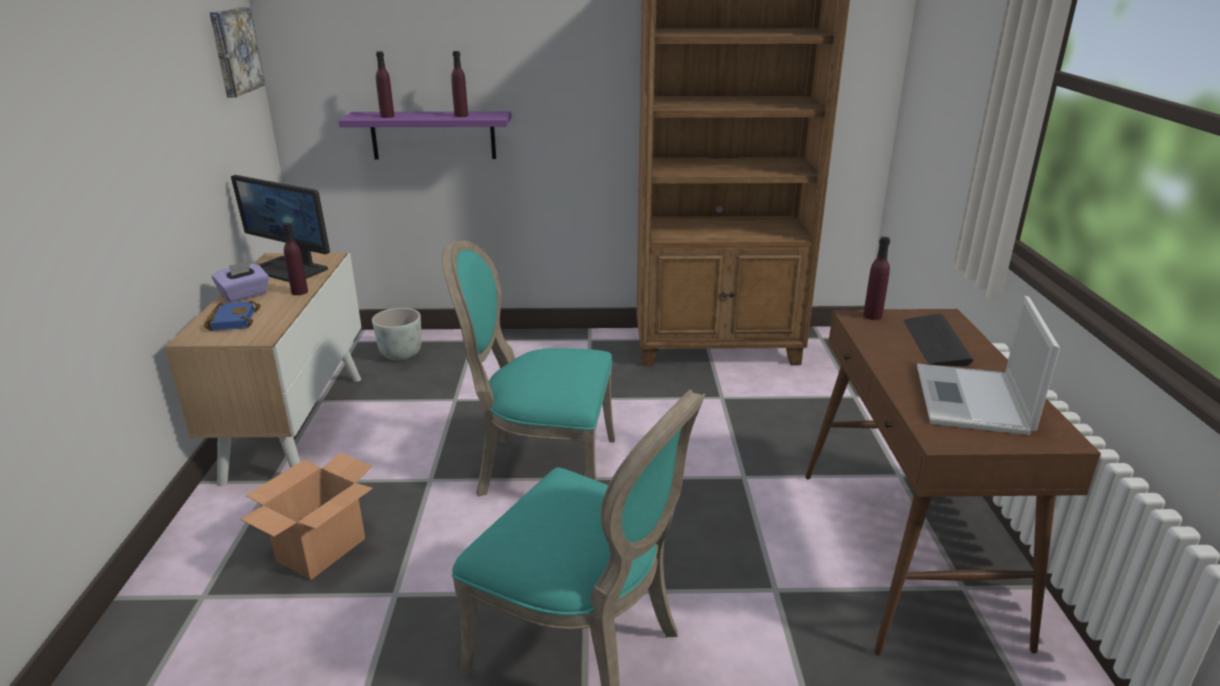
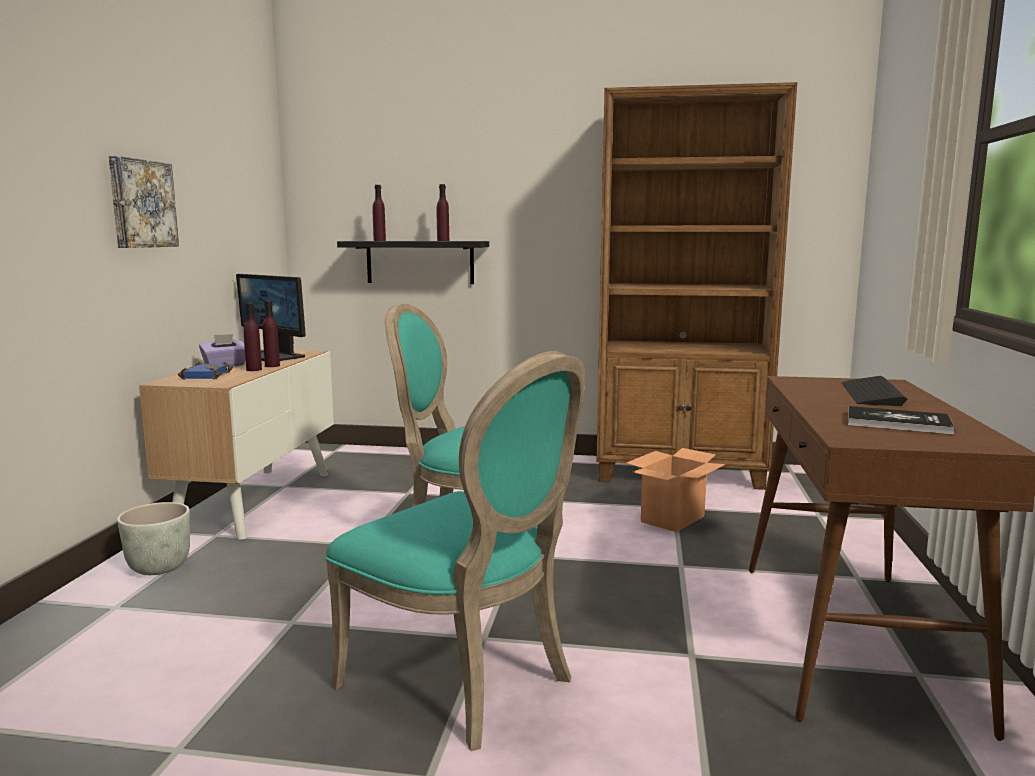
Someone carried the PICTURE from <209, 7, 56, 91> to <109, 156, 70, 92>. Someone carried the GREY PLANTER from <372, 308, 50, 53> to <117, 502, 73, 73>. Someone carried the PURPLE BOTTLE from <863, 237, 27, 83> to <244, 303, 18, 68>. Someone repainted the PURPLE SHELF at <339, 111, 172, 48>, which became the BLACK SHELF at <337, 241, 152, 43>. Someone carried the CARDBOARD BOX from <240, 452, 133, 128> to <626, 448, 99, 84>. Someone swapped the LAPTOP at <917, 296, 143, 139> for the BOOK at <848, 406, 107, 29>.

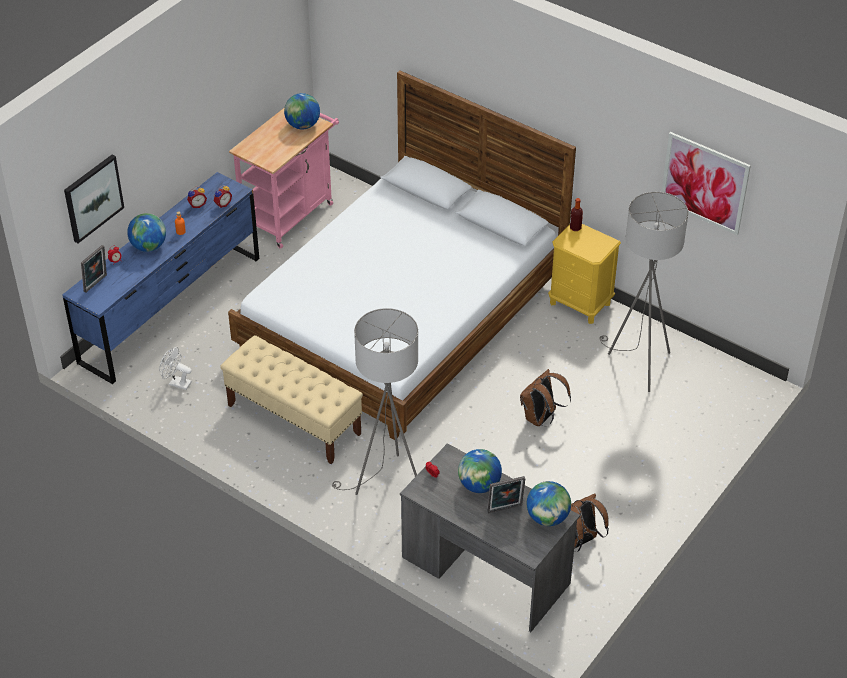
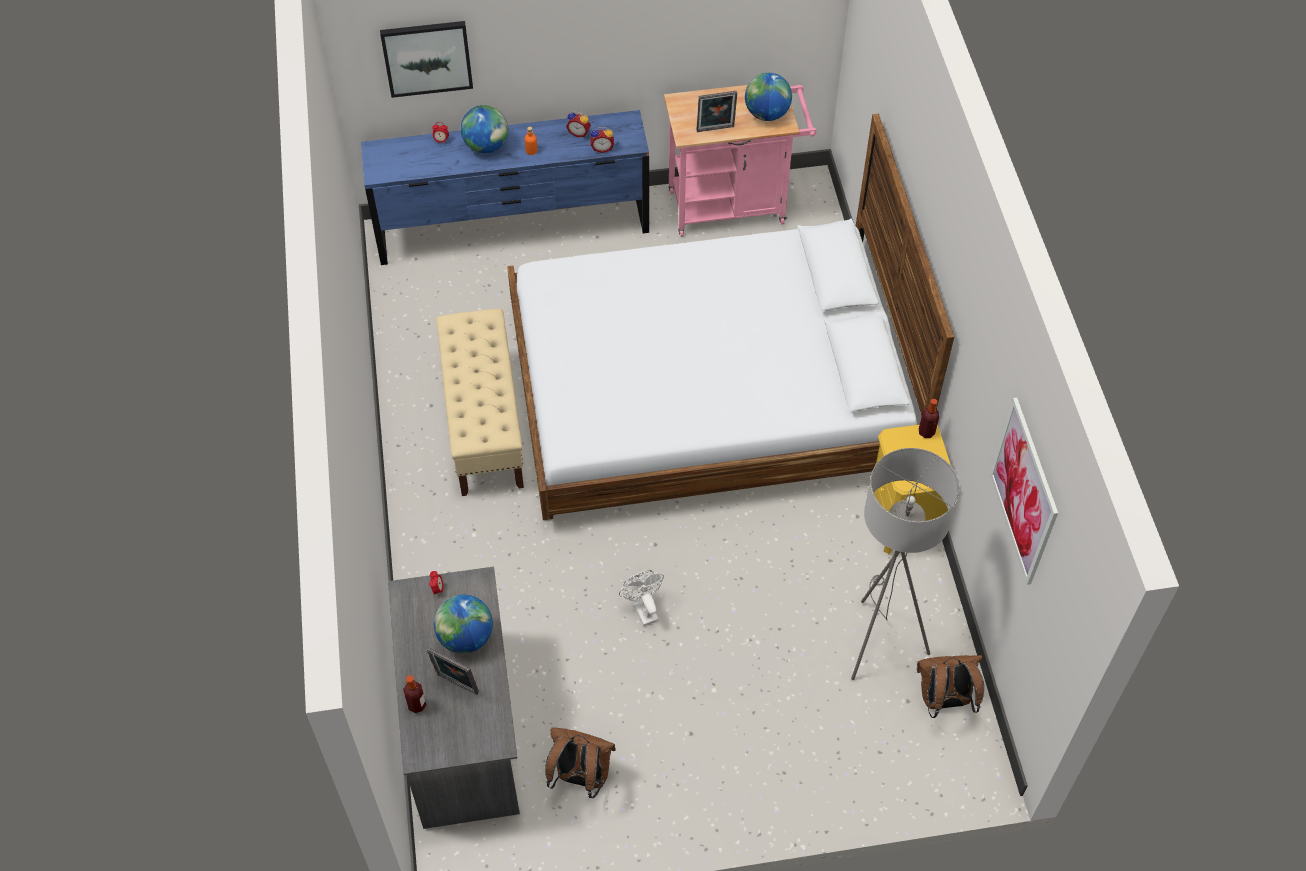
Someone put down the BOTTLE at <403, 675, 23, 38>. Someone carried the WHITE FAN from <159, 347, 33, 43> to <619, 570, 45, 56>. Someone carried the PICTURE FRAME from <81, 245, 26, 48> to <696, 91, 41, 41>. Someone carried the BROWN BACKPACK from <520, 369, 51, 57> to <917, 655, 67, 63>. Someone took away the GREY FLOOR LAMP at <332, 308, 86, 187>. Someone took away the GLOBE at <527, 481, 44, 45>.

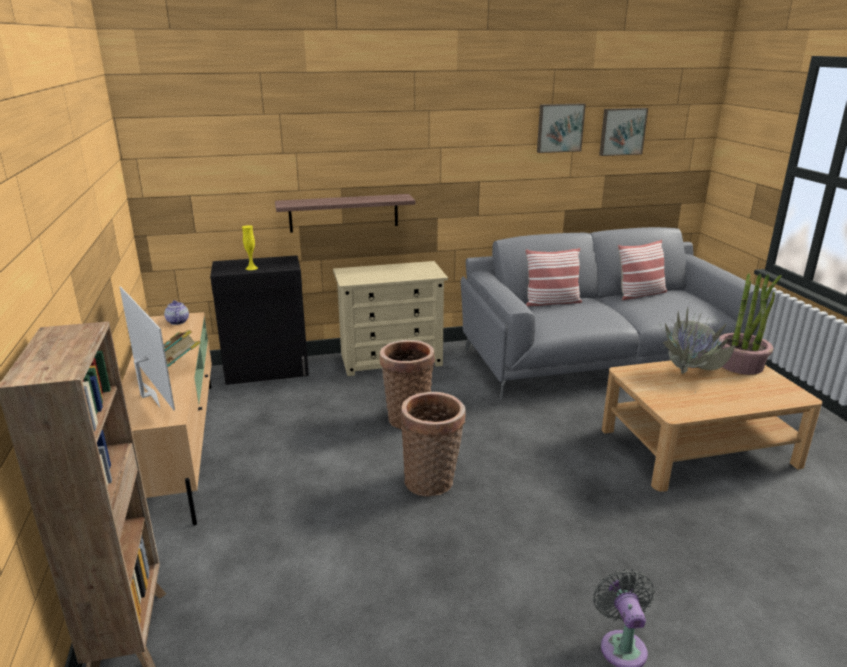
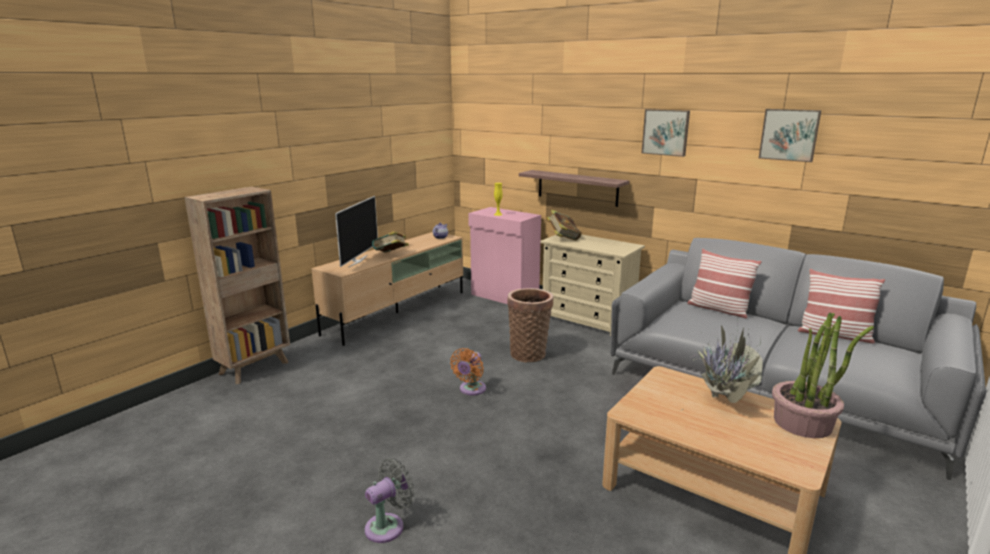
Someone swapped the BASKET at <400, 392, 66, 105> for the ORANGE FAN at <450, 348, 36, 47>. Someone repainted the BLACK CABINET at <210, 255, 99, 130>, which became the PINK CABINET at <468, 207, 73, 97>. Someone put down the BOOK at <546, 210, 35, 30>. Someone carried the PICTURE from <599, 108, 49, 48> to <642, 109, 48, 48>.

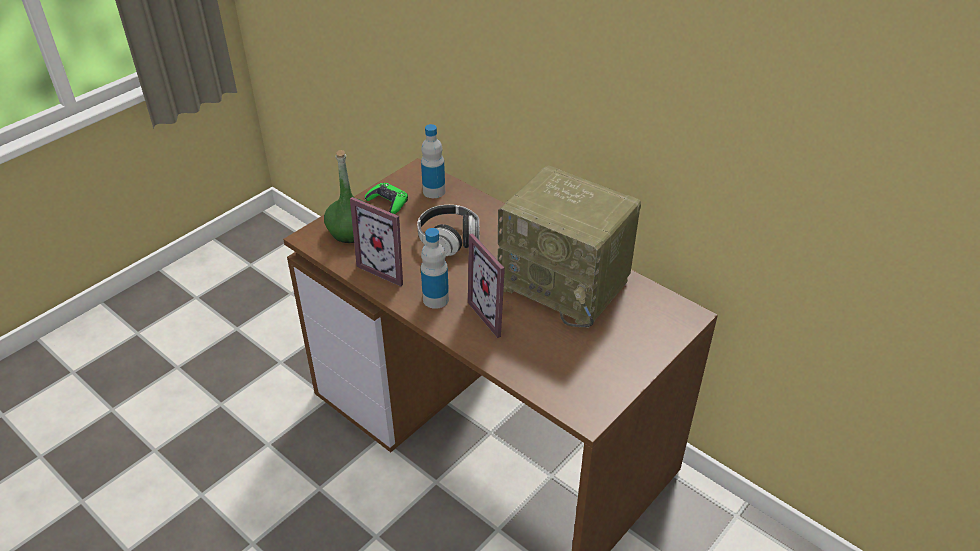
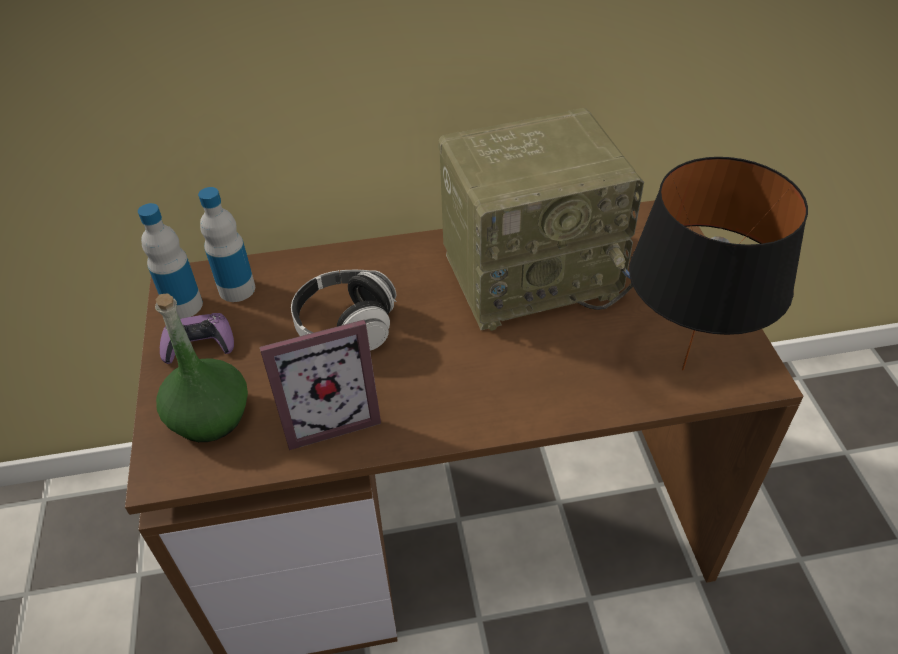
Someone carried the BOTTLE from <421, 228, 28, 81> to <138, 203, 65, 116>. Someone repainted the GREEN GAME CONTROLLER at <365, 183, 43, 31>, which became the PURPLE GAME CONTROLLER at <160, 313, 74, 51>. Someone put down the BLACK TABLE LAMP at <629, 157, 179, 214>. Someone took away the PICTURE FRAME at <468, 233, 43, 105>.

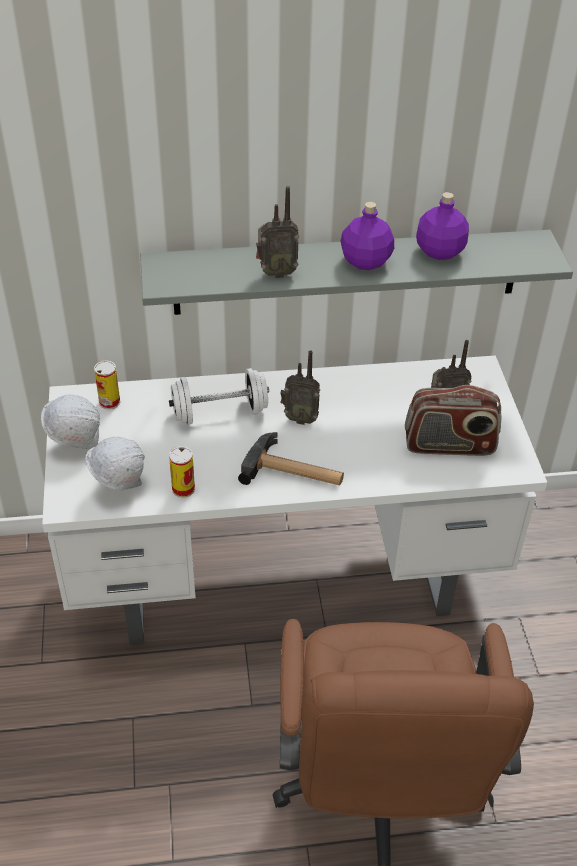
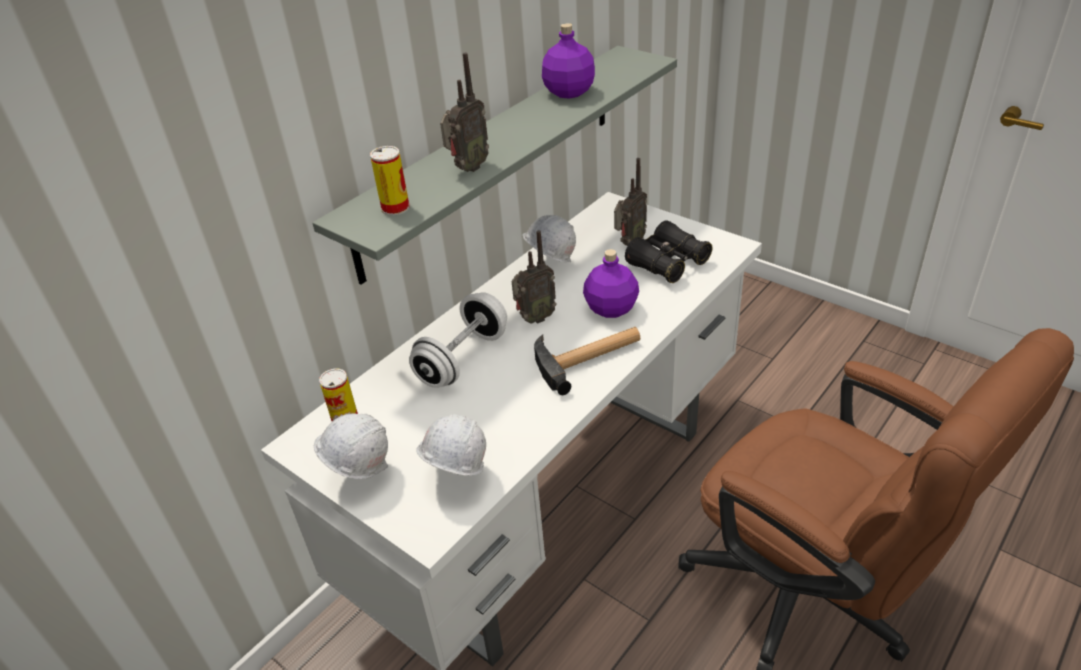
Someone carried the CAN from <169, 446, 26, 52> to <370, 146, 40, 70>. Someone put down the WHITE HARD HAT at <523, 215, 53, 47>. Someone carried the PURPLE BOTTLE from <340, 202, 54, 68> to <583, 249, 56, 69>. Someone swapped the RADIO at <405, 385, 97, 71> for the BLACK BINOCULARS at <625, 221, 87, 62>.

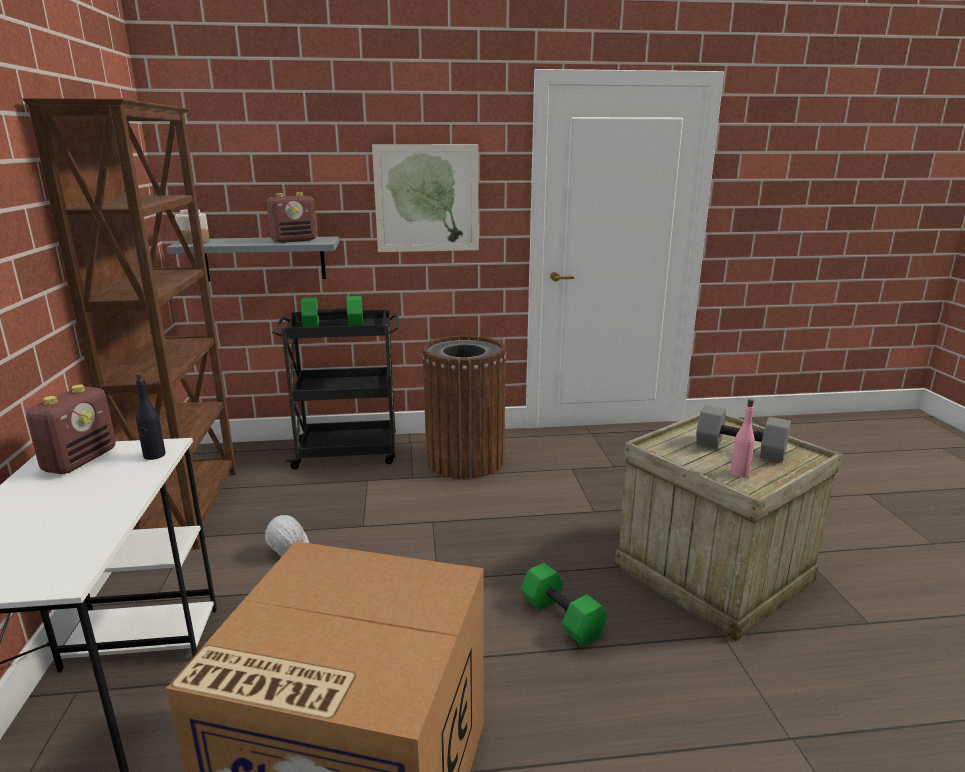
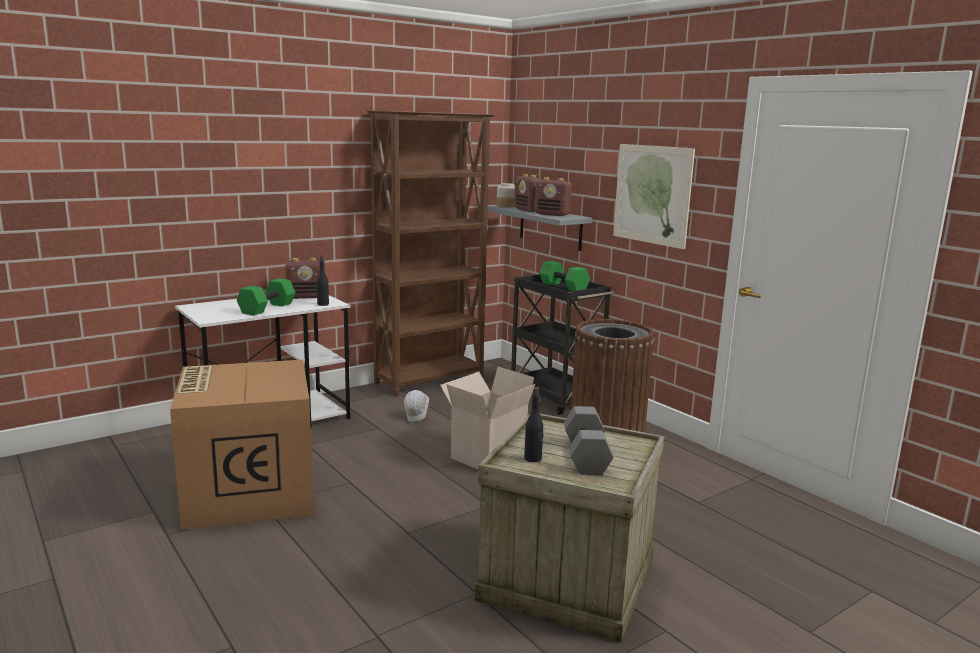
Someone carried the GREEN DUMBBELL from <521, 563, 87, 84> to <237, 278, 58, 37>. Someone put down the CARDBOARD BOX at <440, 367, 95, 102>. Someone put down the RADIO at <514, 174, 28, 38>. Someone repainted the PINK BOTTLE at <730, 399, 25, 79>, which became the BLACK BOTTLE at <524, 387, 20, 75>.

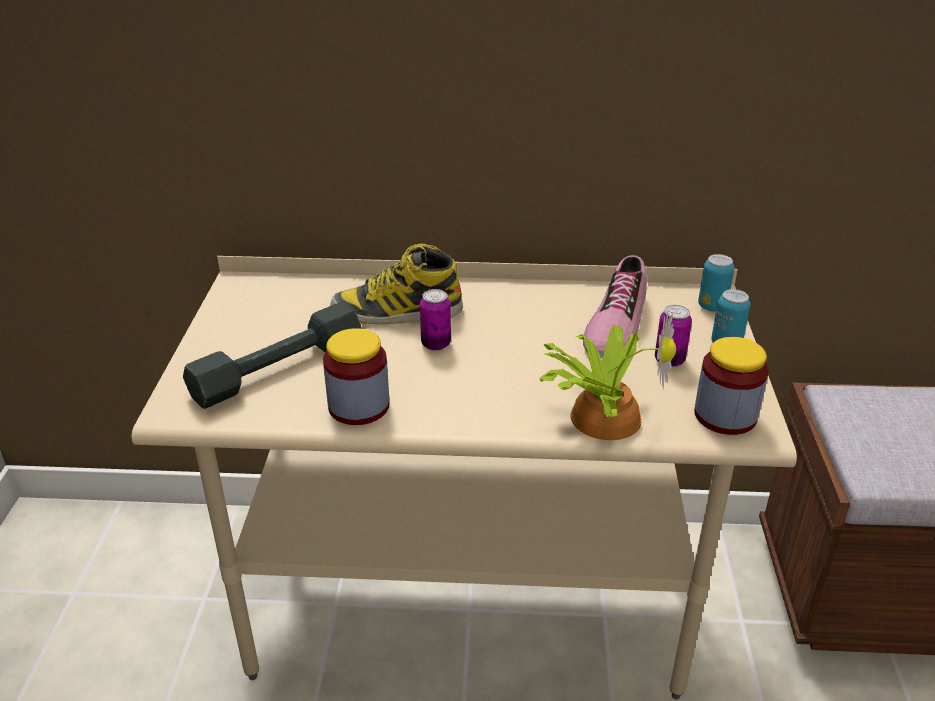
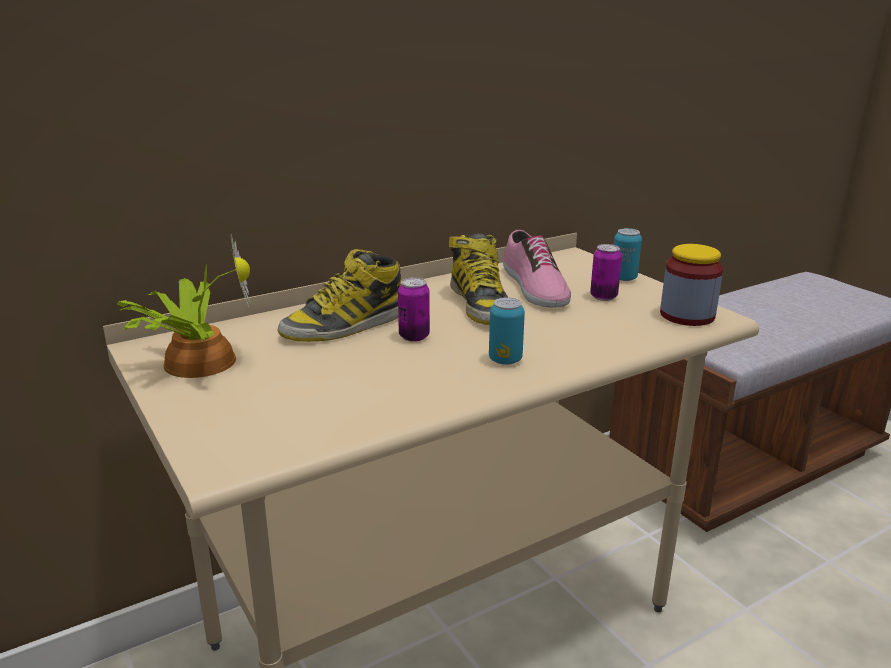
Someone carried the POTTED PLANT from <540, 312, 136, 128> to <116, 234, 134, 144>. Someone put down the BOOT at <449, 233, 59, 92>. Someone carried the CAN from <698, 254, 37, 57> to <489, 297, 36, 68>. Someone took away the GREY DUMBBELL at <183, 302, 179, 107>. Someone took away the JAR at <323, 328, 66, 97>.

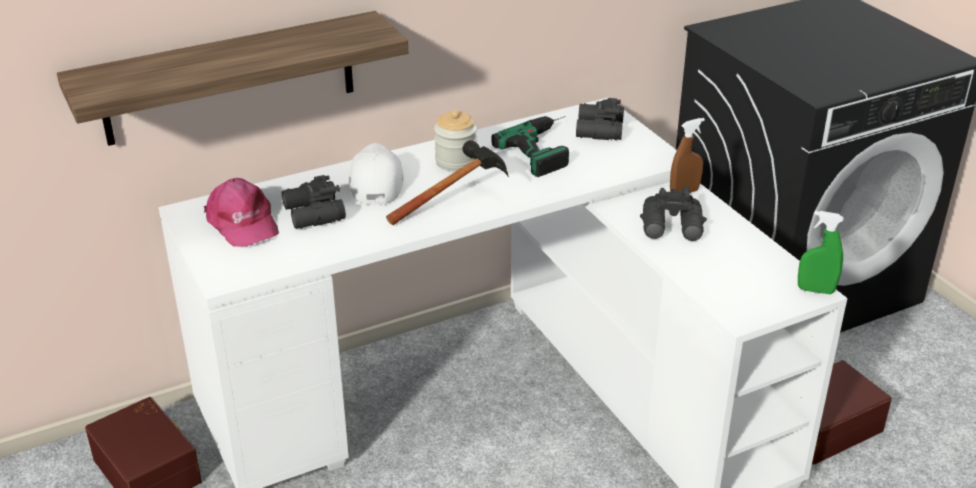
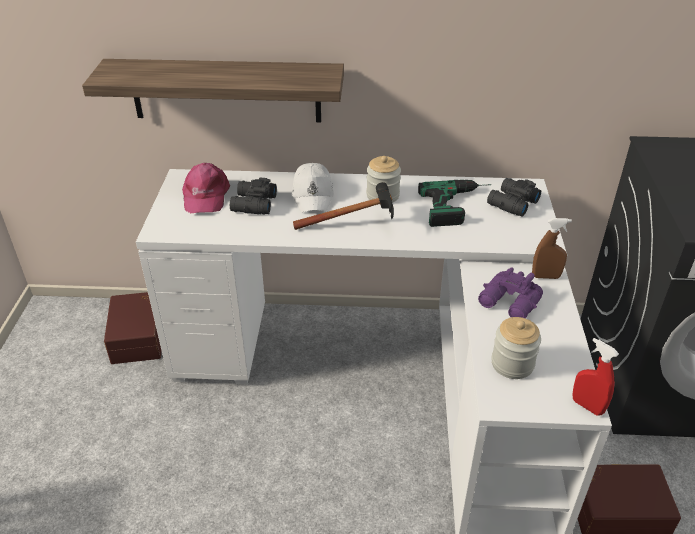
Someone rotated the WHITE CAP at <349, 143, 55, 62> by 150 degrees clockwise. Someone repainted the BLACK BINOCULARS at <640, 186, 67, 55>, which became the PURPLE BINOCULARS at <478, 268, 65, 50>. Someone put down the JAR at <491, 317, 50, 62>. Someone repainted the GREEN SPRAY BOTTLE at <798, 211, 46, 83>, which became the RED SPRAY BOTTLE at <572, 338, 47, 78>.

